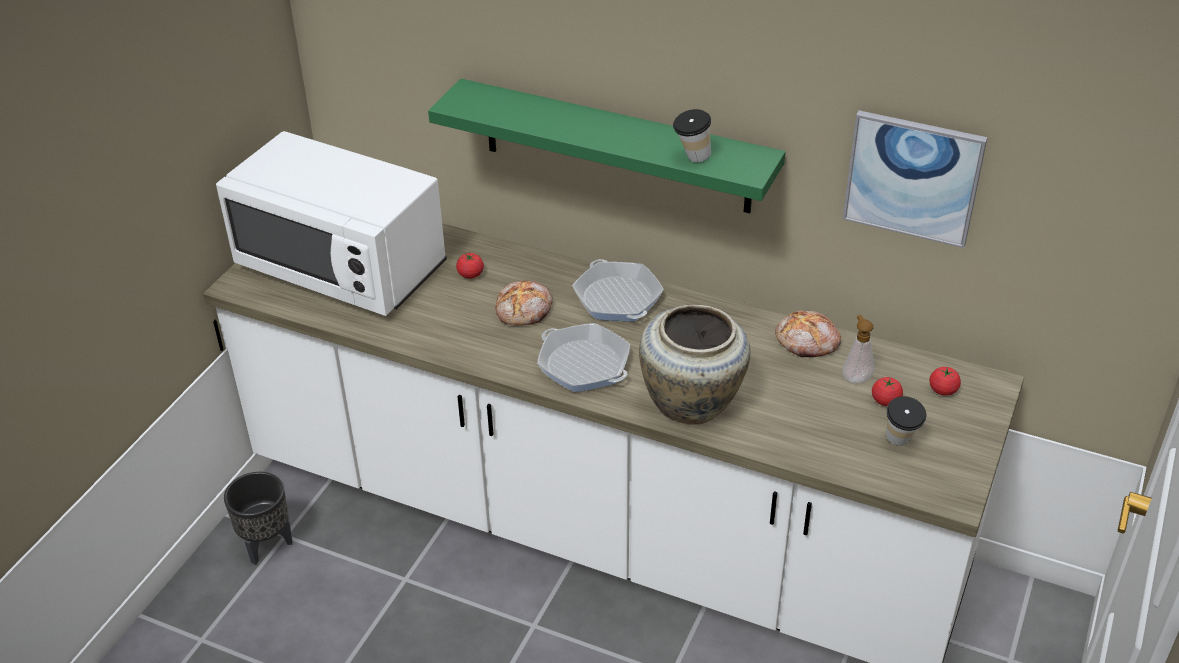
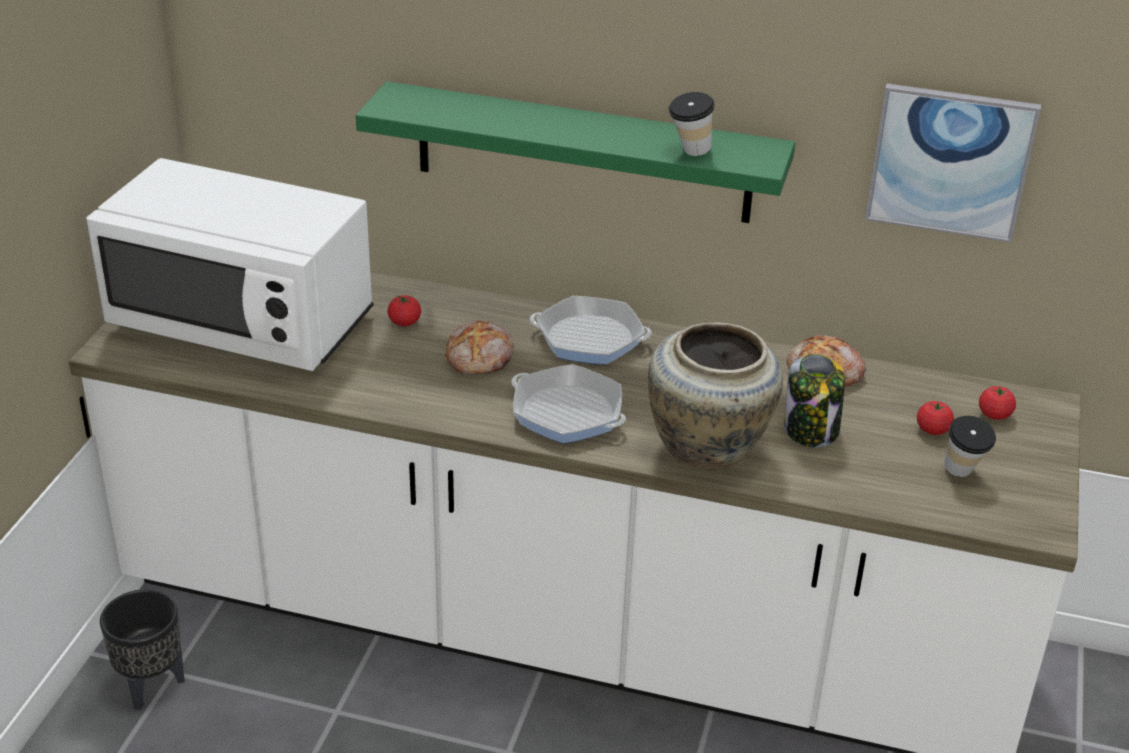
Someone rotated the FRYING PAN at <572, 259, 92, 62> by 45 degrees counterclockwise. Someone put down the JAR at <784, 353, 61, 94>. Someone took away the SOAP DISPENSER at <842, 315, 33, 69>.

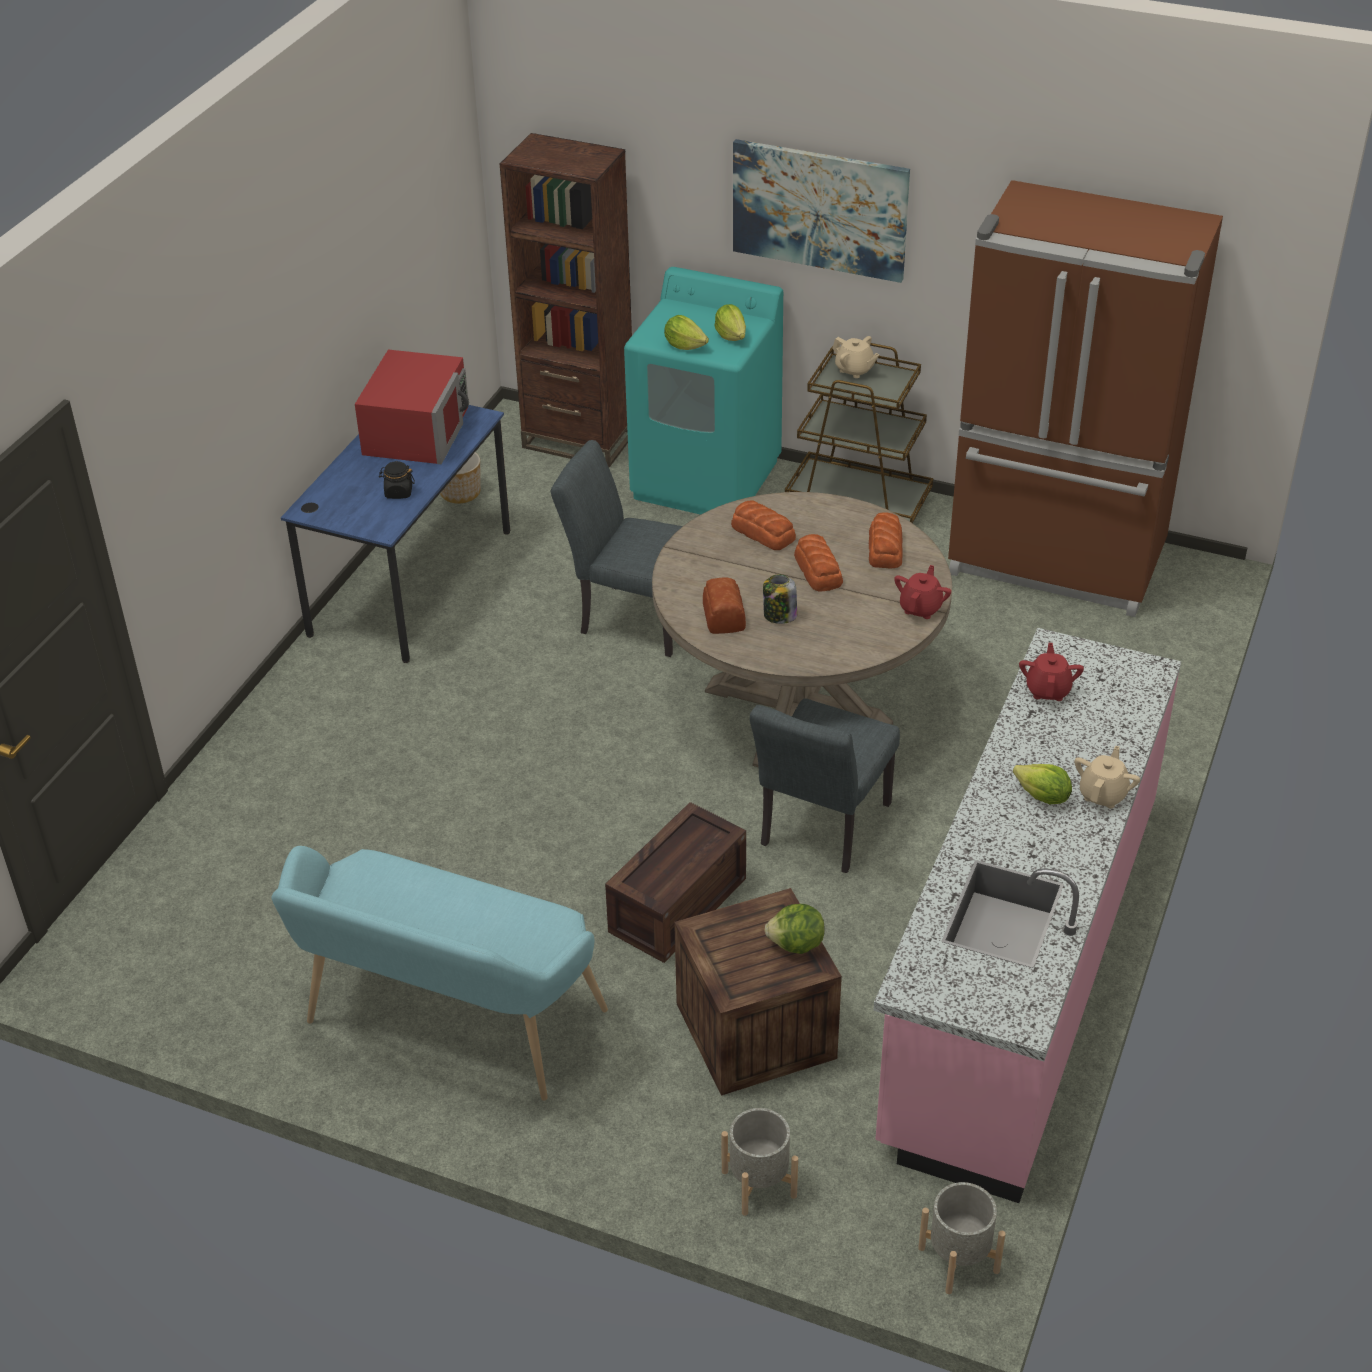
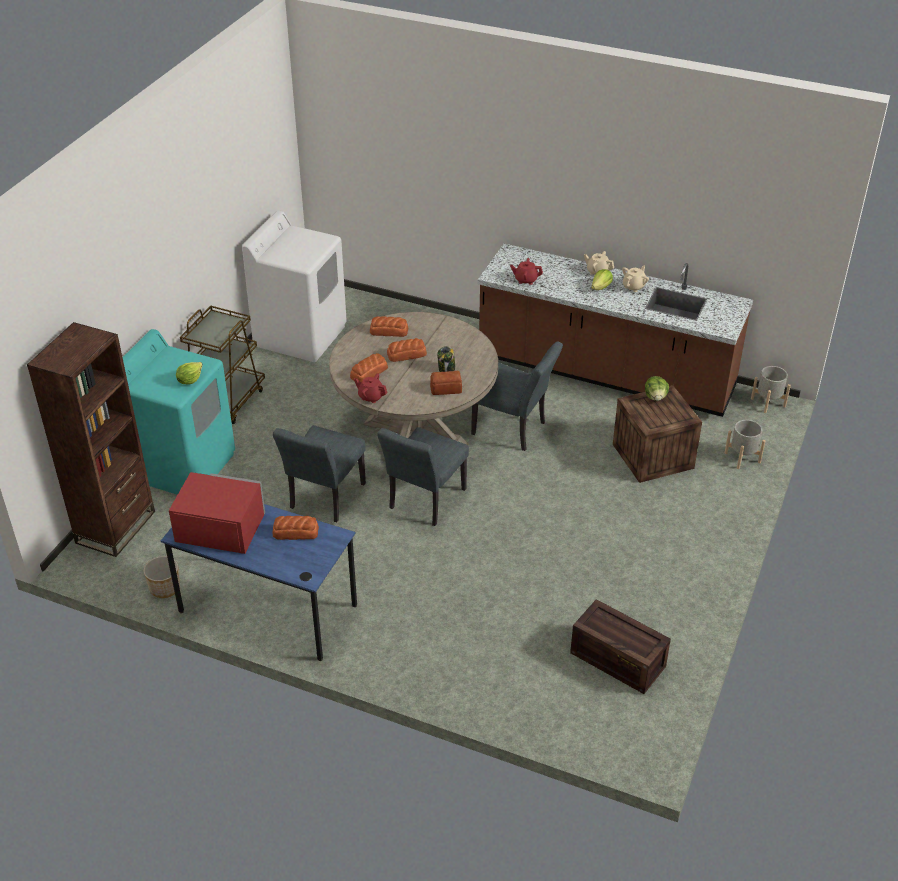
Someone swapped the BROWN FRIDGE at <948, 180, 275, 437> for the WHITE WASHING MACHINE at <242, 210, 105, 152>. Someone swapped the BLACK JAR at <379, 461, 36, 38> for the BREAD at <272, 516, 47, 24>. Someone carried the RED TEAPOT from <894, 565, 57, 54> to <354, 374, 34, 29>. Someone put down the GREY CHAIR at <377, 427, 92, 99>. Someone repainted the PINK COUNTER at <873, 628, 308, 575>, which became the BROWN COUNTER at <478, 244, 275, 173>. Someone carried the CRATE from <605, 802, 141, 161> to <570, 599, 101, 95>. Someone carried the BEIGE TEAPOT from <832, 336, 48, 42> to <622, 265, 27, 27>. Someone took away the TURQUOISE BENCH at <272, 846, 336, 254>. Someone took away the LETTUCE at <714, 304, 32, 37>. Someone took away the PICTURE at <733, 139, 177, 144>.

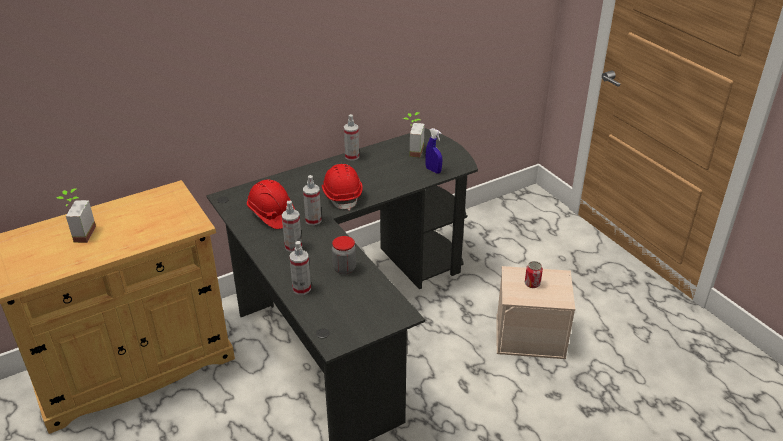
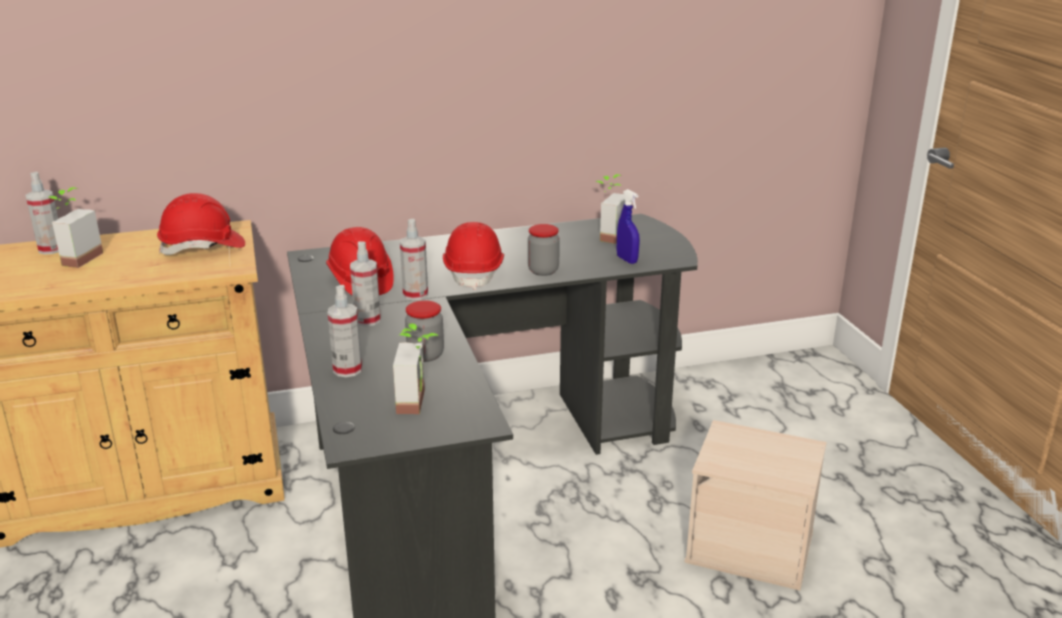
Someone carried the SPRAY BOTTLE from <344, 114, 15, 47> to <25, 172, 34, 83>. Someone put down the RED HARD HAT at <157, 193, 88, 62>. Someone put down the POTTED PLANT at <393, 323, 46, 91>. Someone put down the JAR at <528, 224, 32, 52>. Someone took away the CAN at <525, 261, 18, 27>.

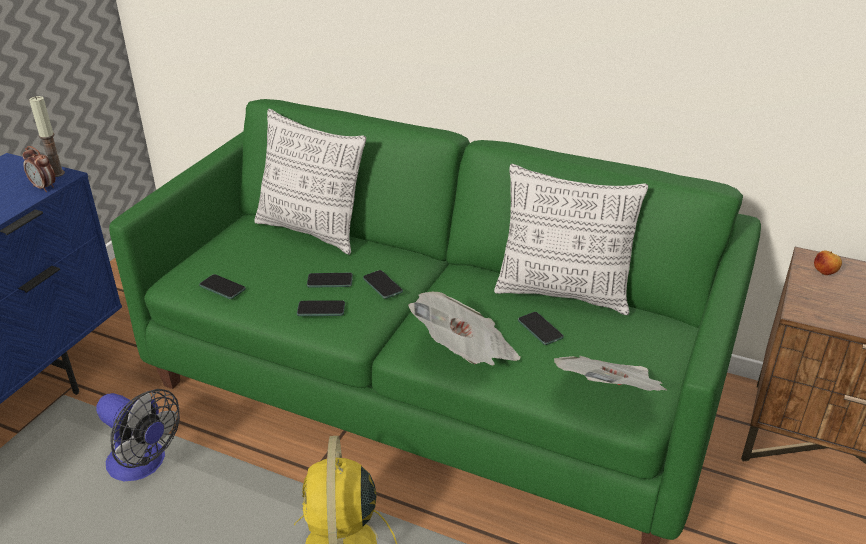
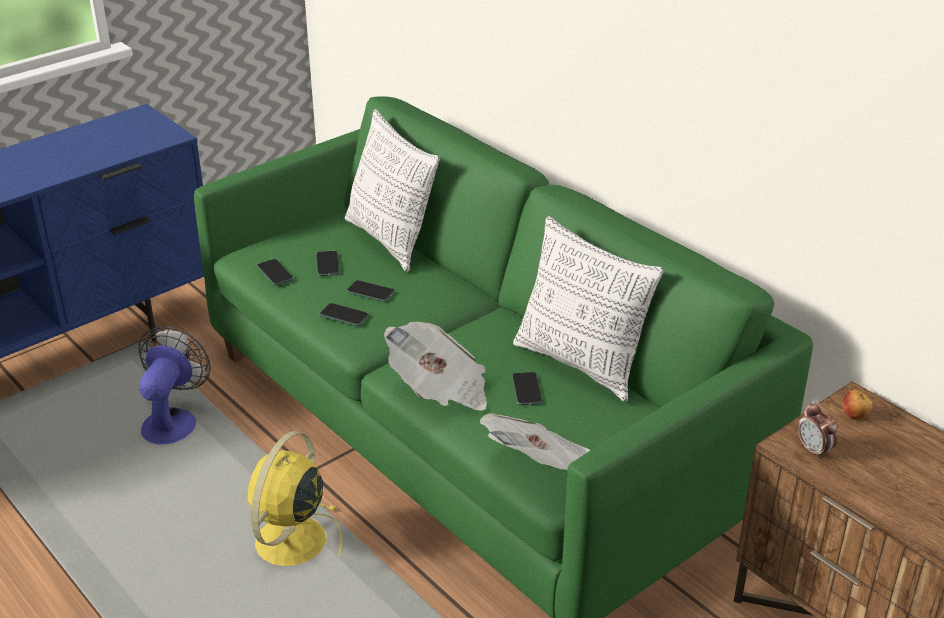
Someone rotated the FAN at <96, 389, 84, 92> by 135 degrees counterclockwise. Someone carried the PHONE from <363, 270, 40, 29> to <316, 251, 24, 25>. Someone carried the ALARM CLOCK from <22, 146, 33, 46> to <798, 403, 40, 56>. Someone took away the CANDLE at <29, 96, 36, 81>.

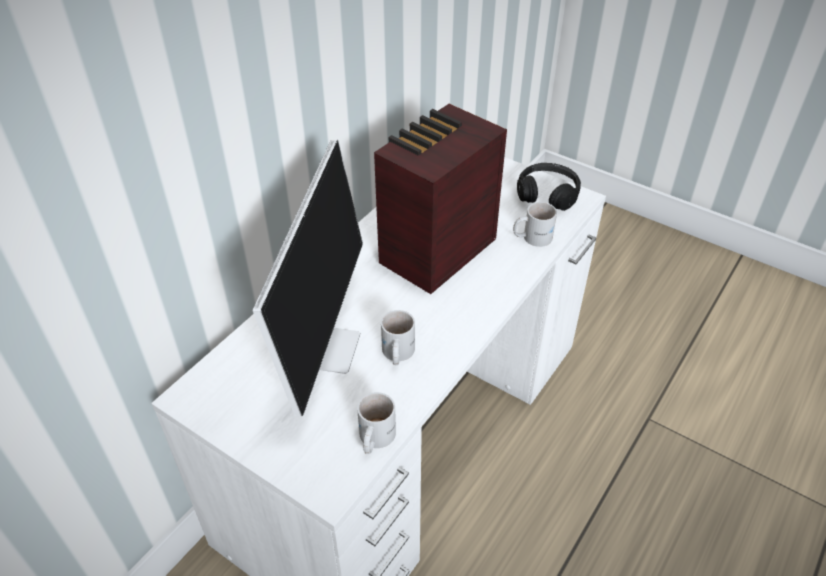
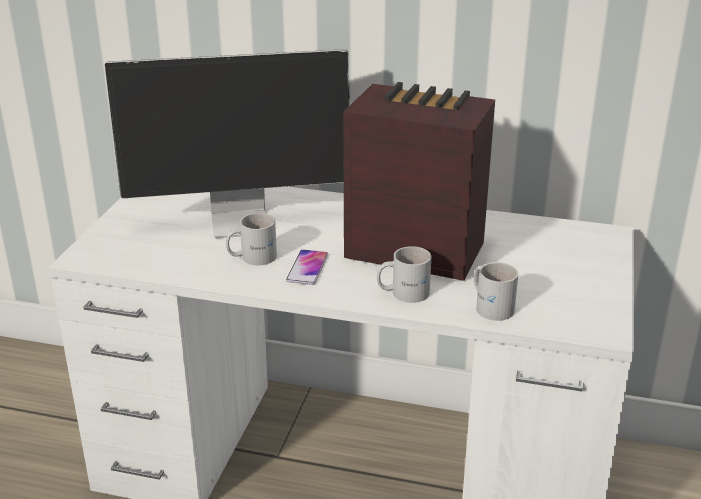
Someone put down the PHONE at <286, 250, 42, 35>. Someone carried the WHITE MUG from <357, 392, 39, 62> to <377, 246, 54, 57>. Someone took away the BLACK HEADPHONES at <517, 163, 64, 48>.

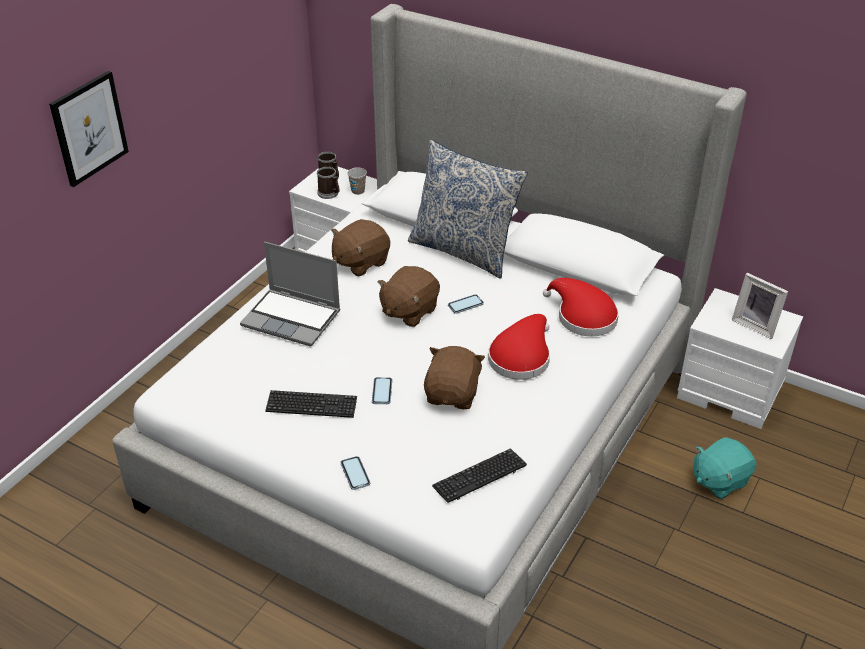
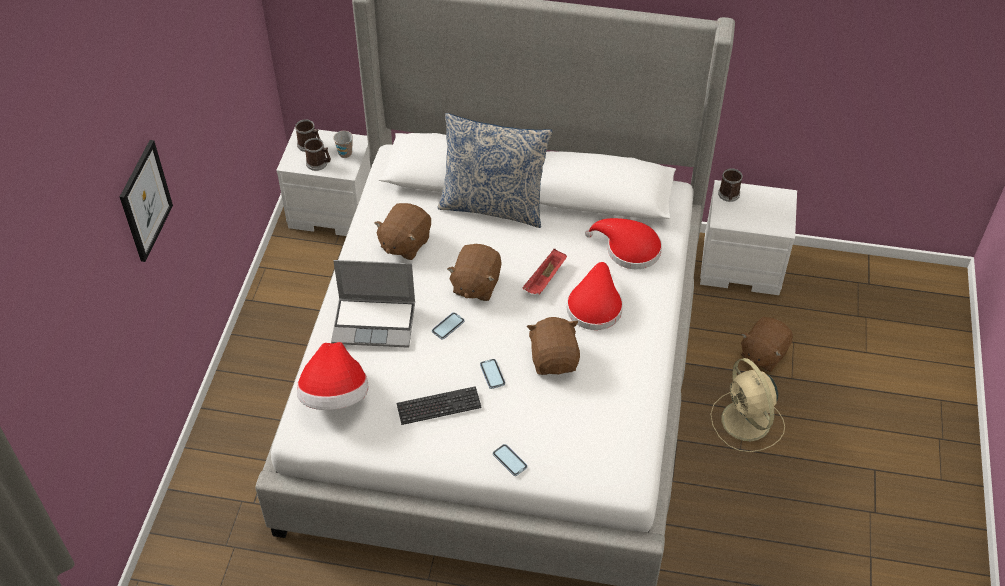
Someone put down the HAT at <297, 342, 72, 68>. Someone carried the PHONE from <448, 294, 36, 20> to <432, 312, 32, 28>. Someone put down the RED TRAY at <523, 249, 44, 46>. Someone put down the BEIGE FAN at <710, 358, 75, 94>. Someone put down the MUG at <718, 168, 25, 34>. Someone repainted the TURQUOISE PLUSH TOY at <694, 437, 63, 62>, which became the BROWN PLUSH TOY at <741, 317, 52, 55>. Someone took away the KEYBOARD at <432, 448, 95, 55>. Someone took away the PICTURE FRAME at <732, 273, 56, 66>.

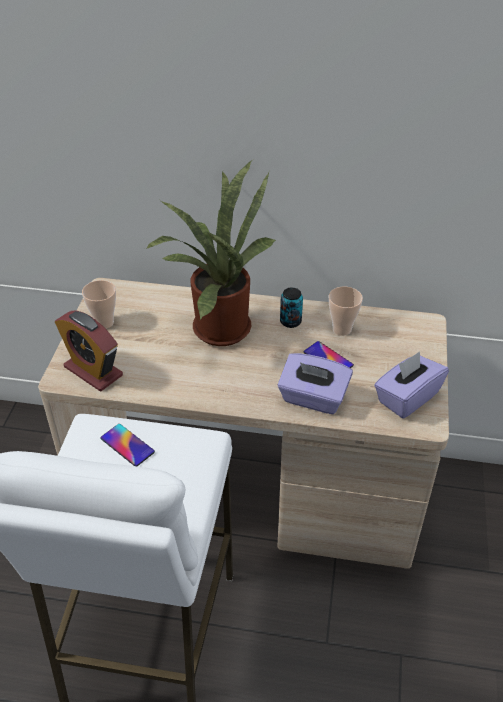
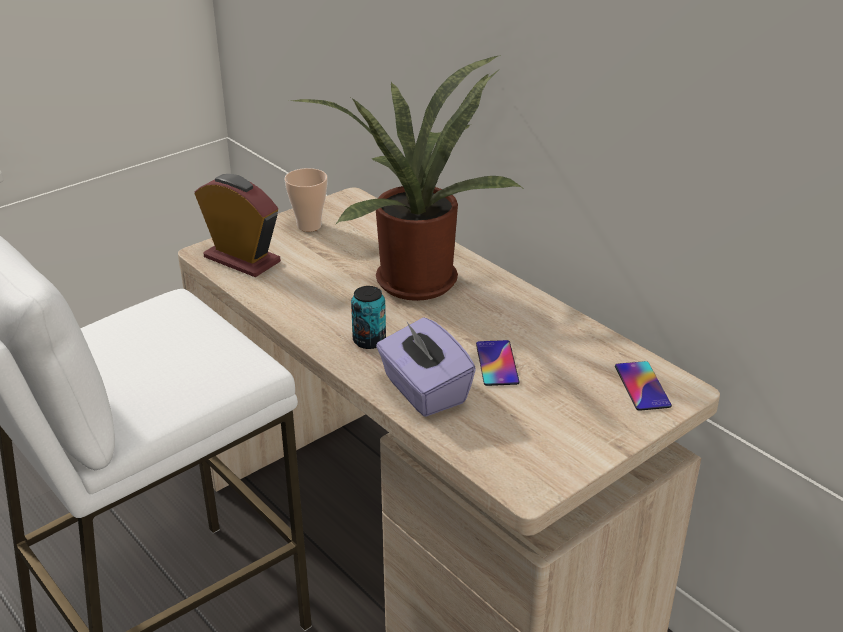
Someone rotated the ALARM CLOCK at <55, 310, 68, 81> by 135 degrees clockwise. Someone carried the CAN from <280, 288, 23, 40> to <351, 286, 35, 63>. Someone carried the PHONE from <100, 424, 55, 42> to <615, 361, 57, 50>. Someone took away the CUP at <329, 286, 34, 50>. Someone took away the PURPLE TISSUE BOX at <374, 351, 75, 68>.

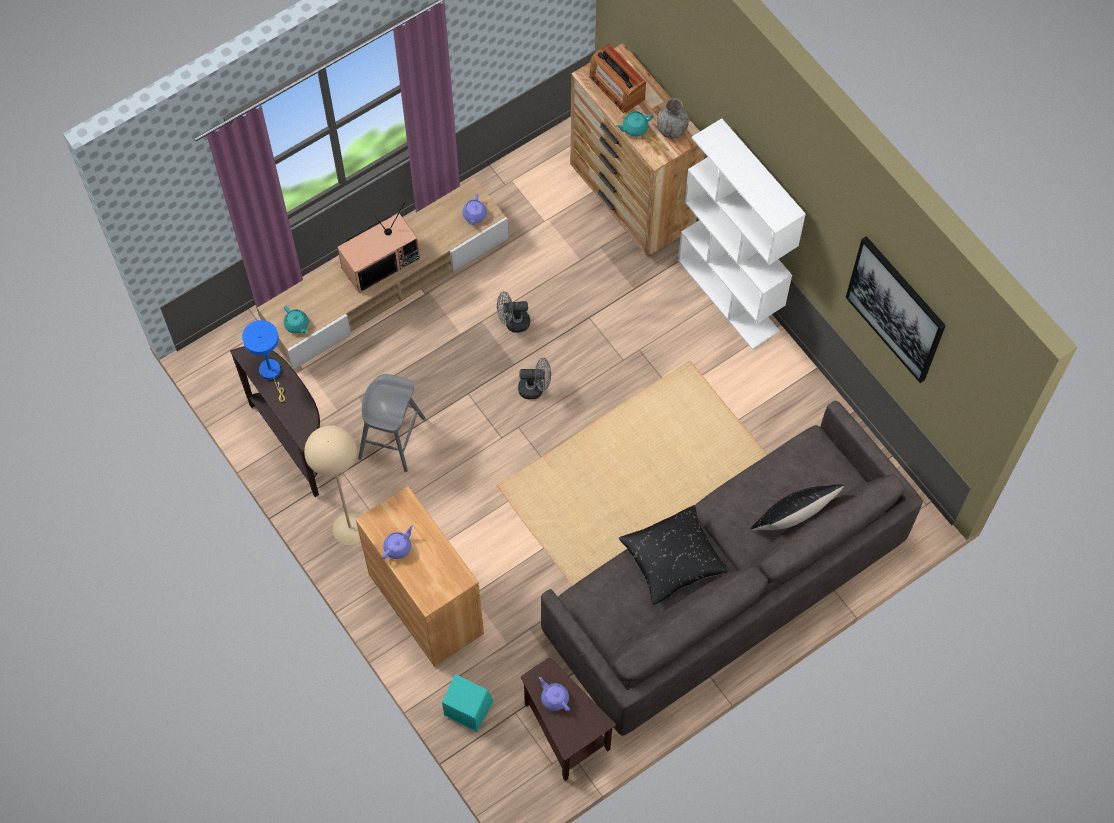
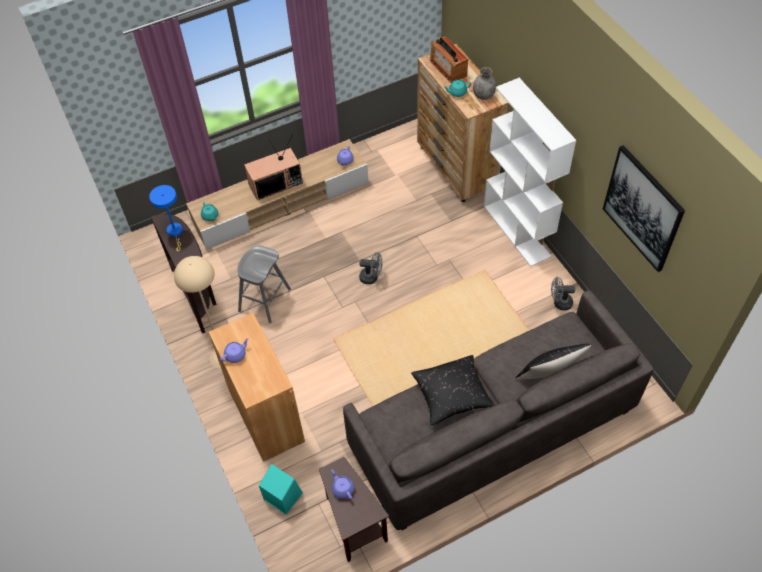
Someone carried the GREY FAN from <497, 291, 33, 42> to <551, 277, 24, 33>.

